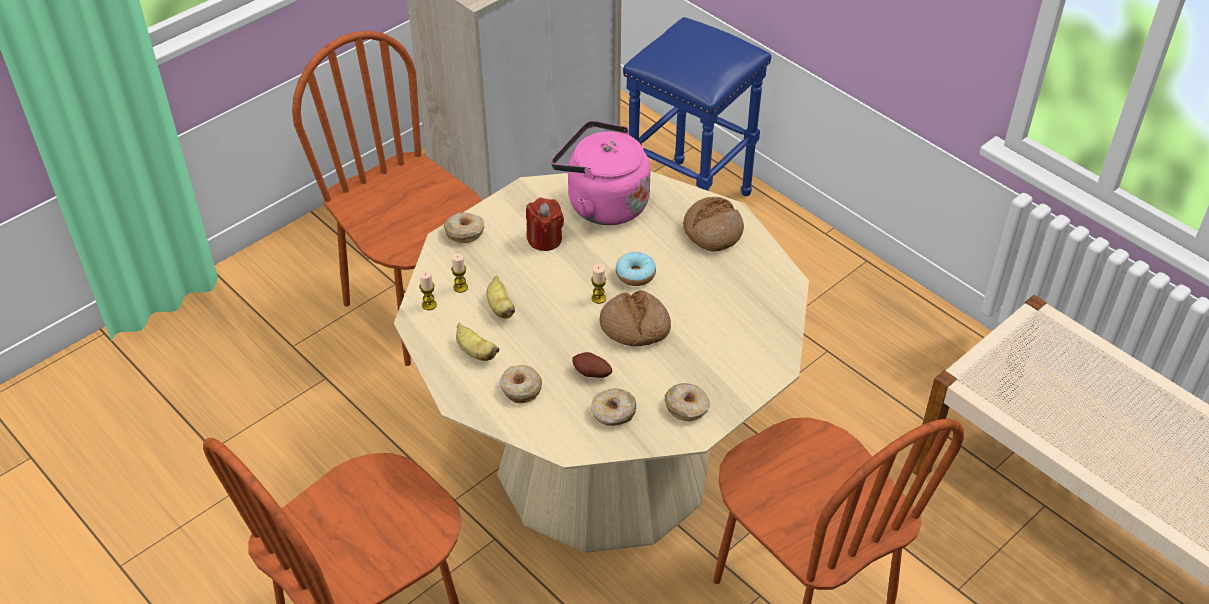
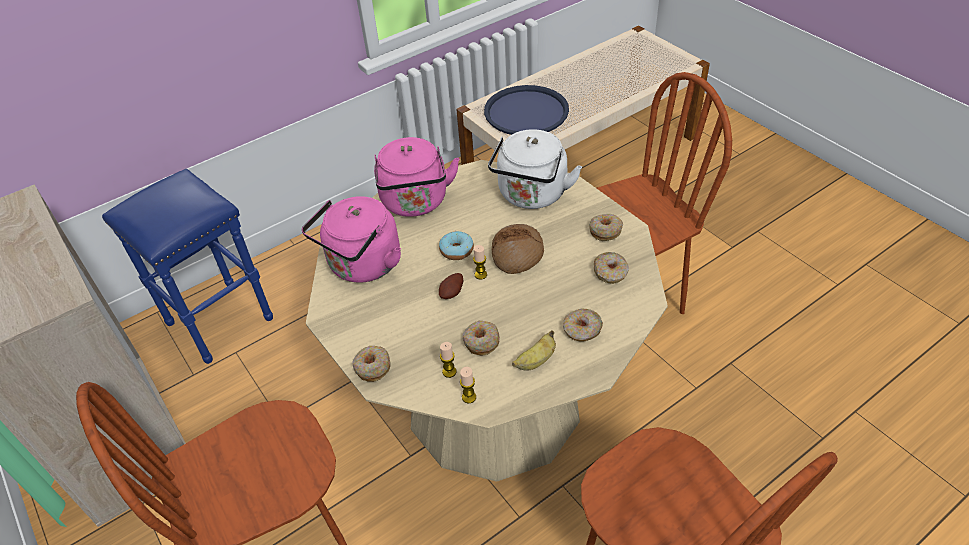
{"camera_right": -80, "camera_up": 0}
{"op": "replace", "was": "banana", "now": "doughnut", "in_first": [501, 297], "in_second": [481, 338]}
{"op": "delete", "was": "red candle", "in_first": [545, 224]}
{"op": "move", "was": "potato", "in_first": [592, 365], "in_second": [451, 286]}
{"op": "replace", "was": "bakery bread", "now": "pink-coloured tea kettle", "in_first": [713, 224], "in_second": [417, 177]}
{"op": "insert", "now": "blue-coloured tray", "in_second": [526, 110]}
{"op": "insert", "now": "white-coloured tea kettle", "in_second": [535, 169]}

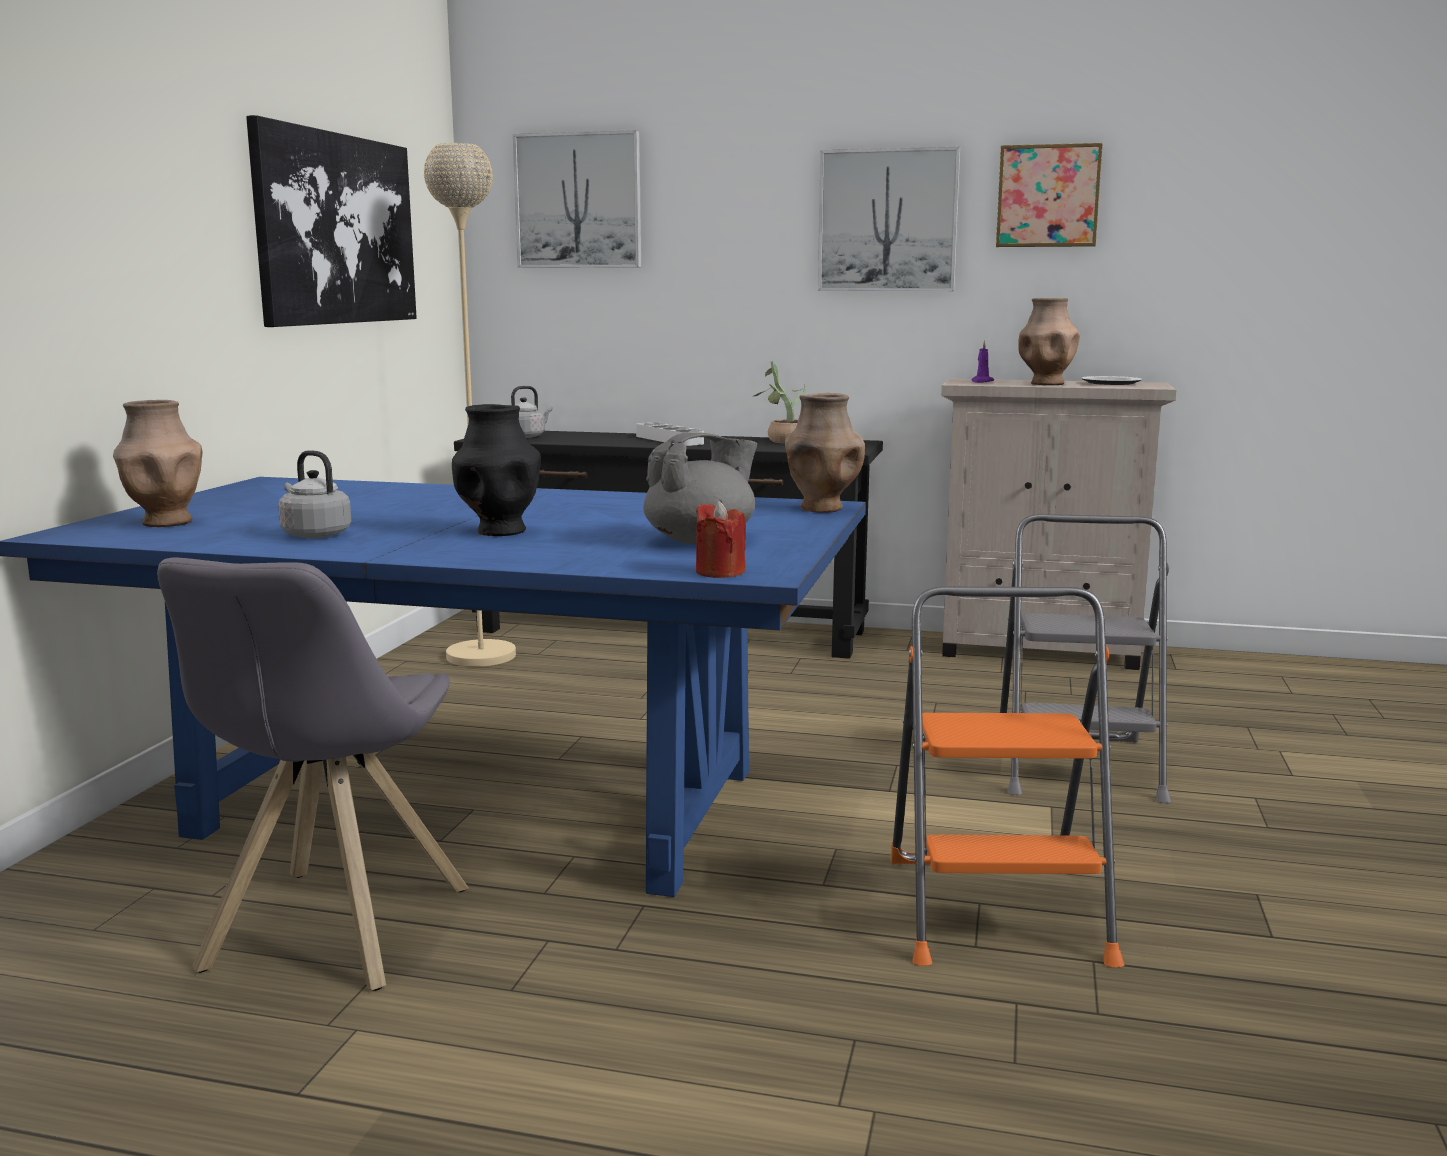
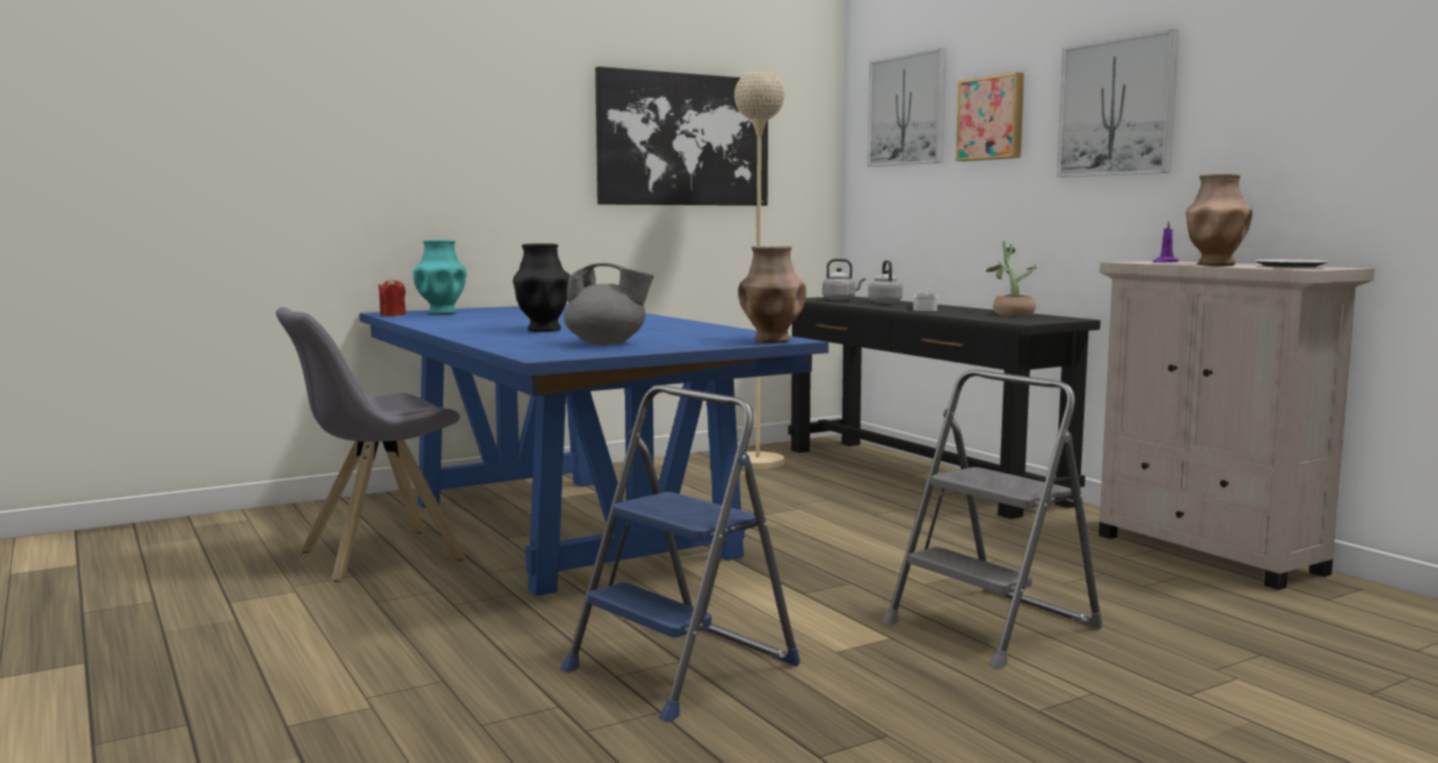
{"camera_right": 45, "camera_up": -5}
{"op": "recolor", "was": "brown flower vase", "now": "blue-green flower vase", "in_first": [158, 463], "in_second": [440, 277]}
{"op": "move", "was": "grey tea kettle", "in_first": [314, 494], "in_second": [885, 282]}
{"op": "move", "was": "red candle", "in_first": [721, 539], "in_second": [392, 297]}
{"op": "recolor", "was": "orange step ladder", "now": "blue-coloured step ladder", "in_first": [1007, 777], "in_second": [680, 553]}
{"op": "move", "was": "wall picture", "in_first": [1049, 195], "in_second": [990, 116]}

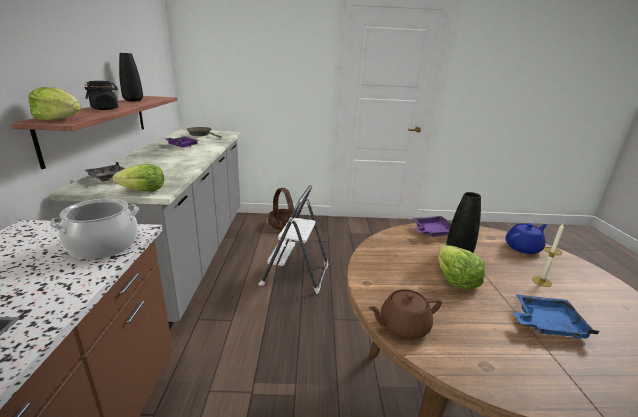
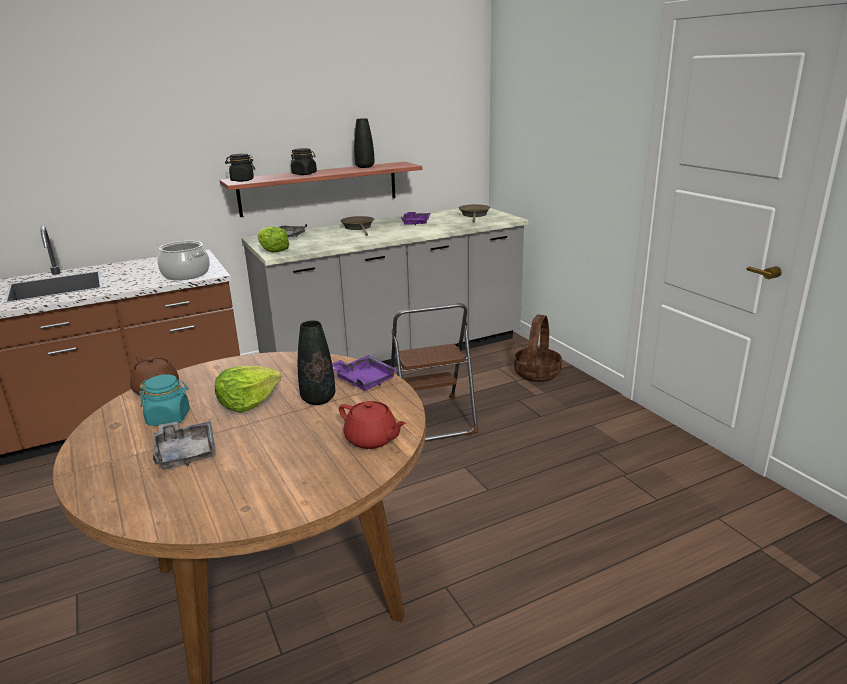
{"camera_right": 65, "camera_up": 0}
{"op": "replace", "was": "lettuce", "now": "black-coloured jar", "in_first": [54, 104], "in_second": [240, 168]}
{"op": "recolor", "was": "white-coloured step ladder", "now": "brown step ladder", "in_first": [293, 239], "in_second": [434, 372]}
{"op": "recolor", "was": "blue-coloured teapot", "now": "red teapot", "in_first": [526, 238], "in_second": [372, 425]}
{"op": "recolor", "was": "blue-coloured tray", "now": "grey tray", "in_first": [556, 316], "in_second": [184, 445]}
{"op": "delete", "was": "candle", "in_first": [548, 255]}
{"op": "insert", "now": "blue-green jar", "in_second": [164, 400]}
{"op": "insert", "now": "brown pan", "in_second": [357, 226]}

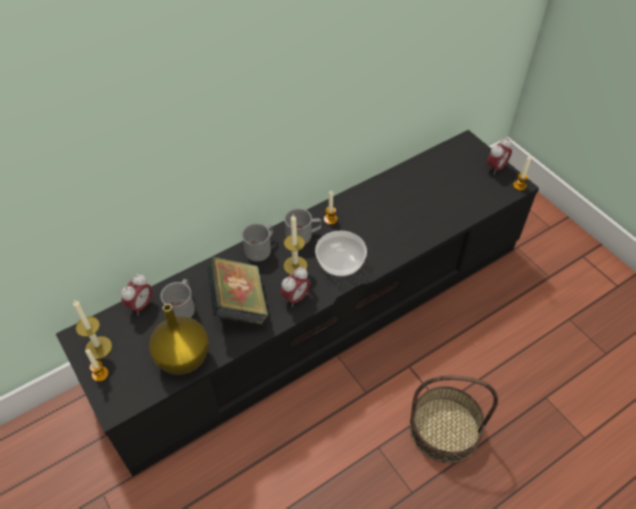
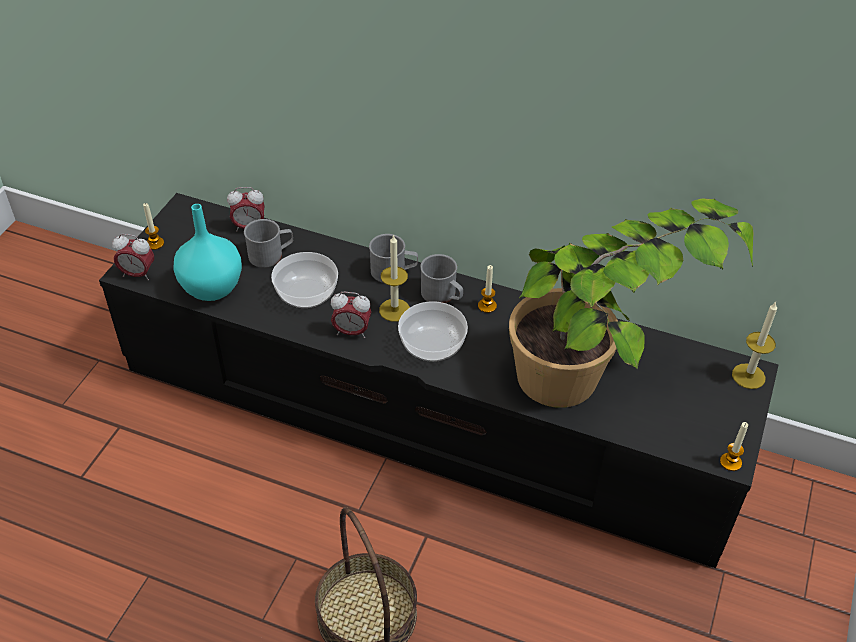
{"camera_right": 55, "camera_up": -5}
{"op": "move", "was": "candle", "in_first": [92, 329], "in_second": [754, 345]}
{"op": "recolor", "was": "yellow-coloured flower vase", "now": "blue-green flower vase", "in_first": [179, 339], "in_second": [208, 252]}
{"op": "replace", "was": "bound book", "now": "bowl", "in_first": [237, 291], "in_second": [304, 280]}
{"op": "move", "was": "bedside clock", "in_first": [499, 156], "in_second": [133, 257]}
{"op": "insert", "now": "houseplant", "in_second": [631, 303]}

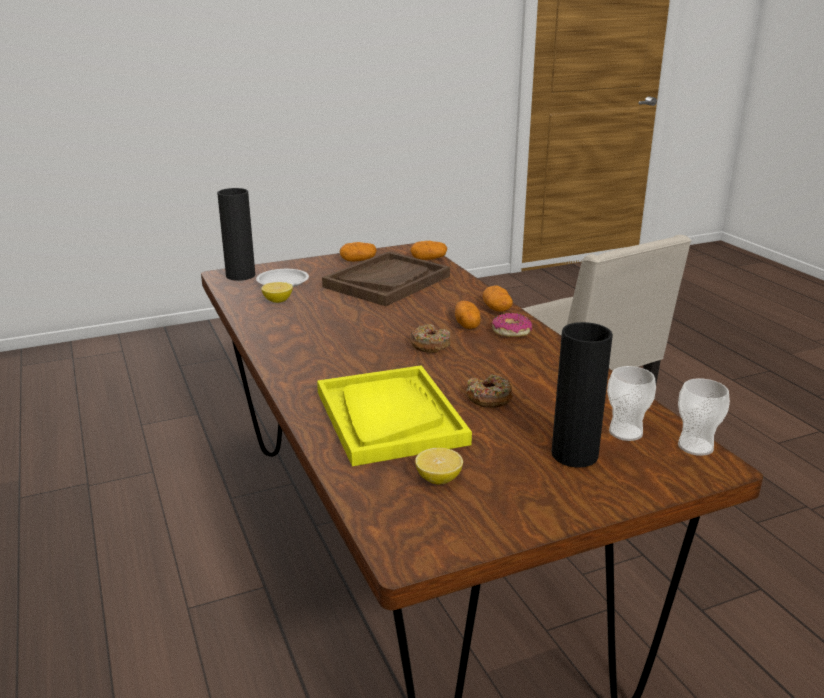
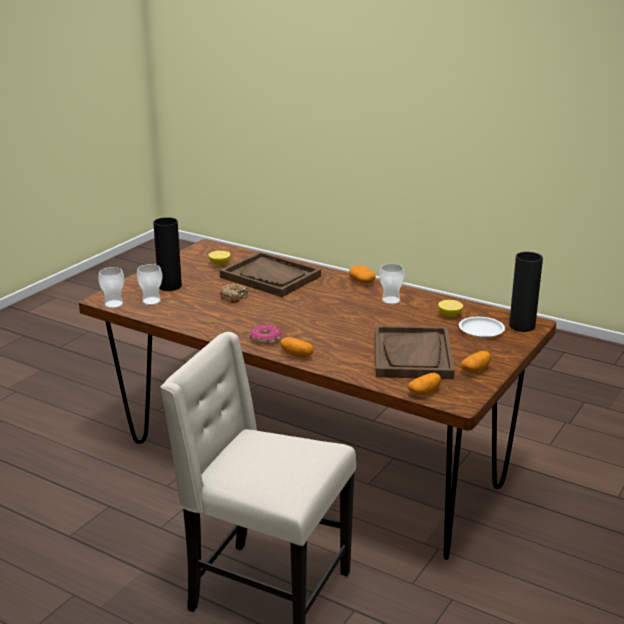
{"camera_right": 145, "camera_up": 0}
{"op": "recolor", "was": "yellow-coloured tray", "now": "brown tray", "in_first": [394, 415], "in_second": [270, 274]}
{"op": "delete", "was": "doughnut", "in_first": [430, 338]}
{"op": "move", "was": "potato", "in_first": [467, 315], "in_second": [362, 274]}
{"op": "insert", "now": "cup", "in_second": [392, 284]}

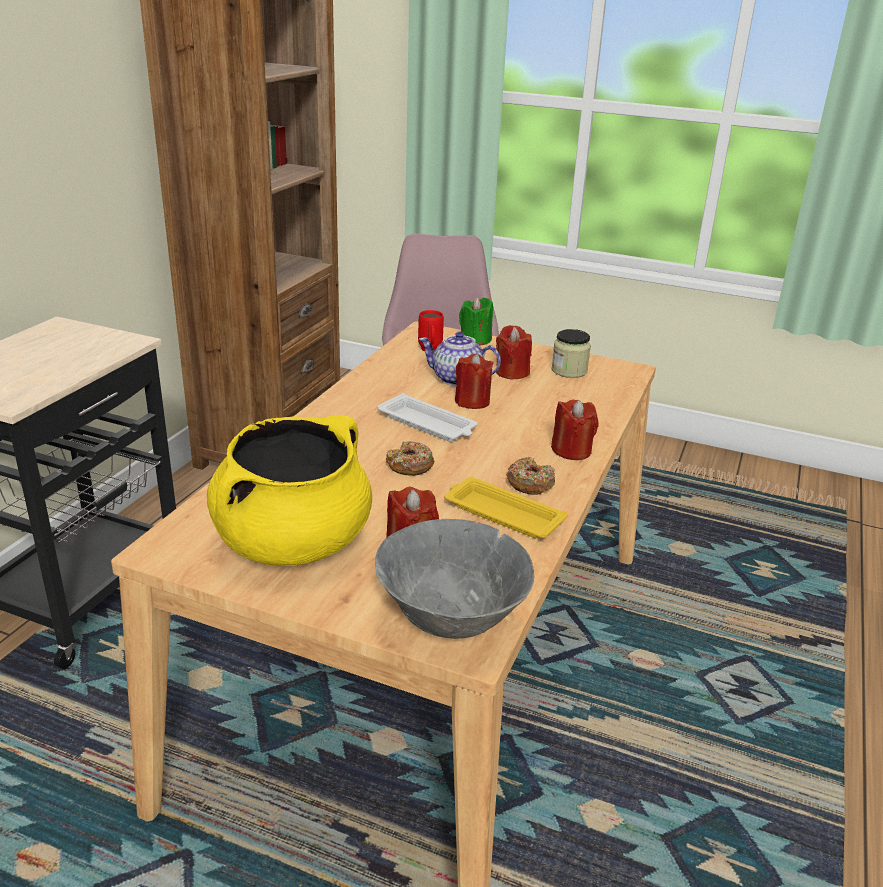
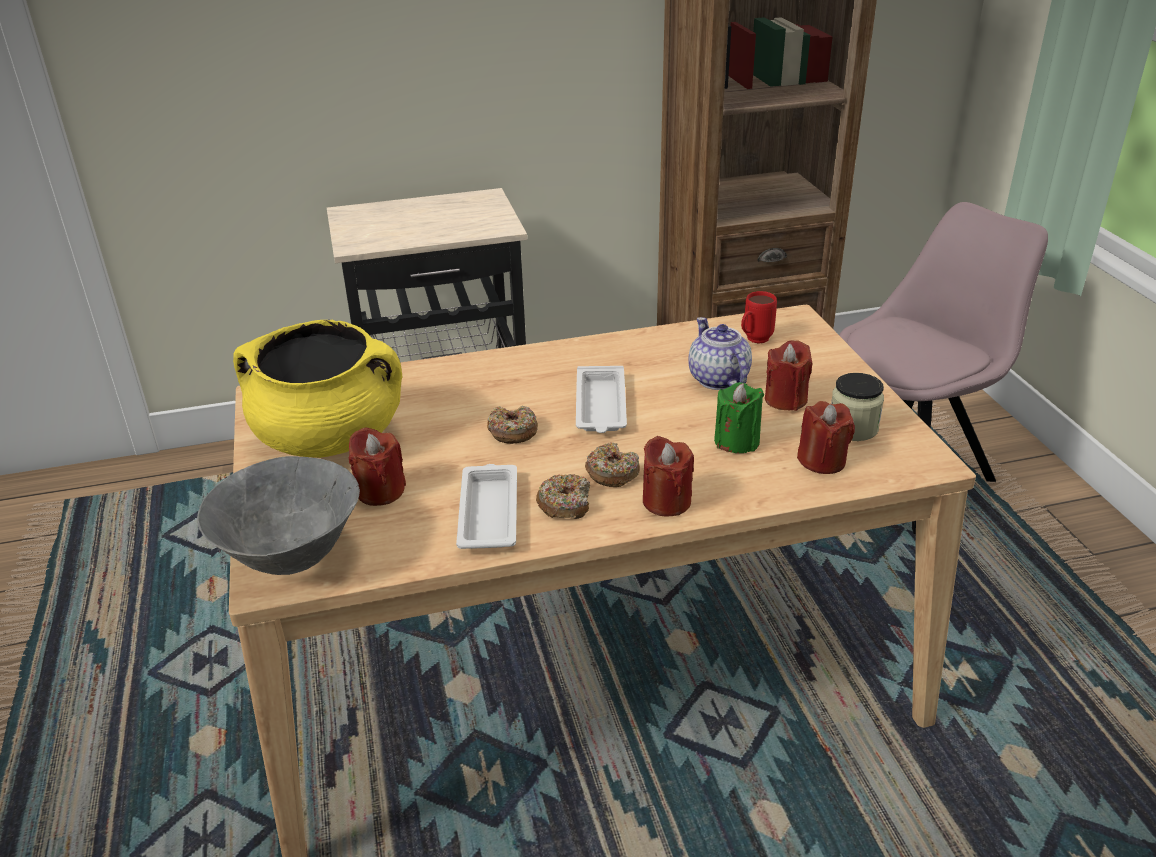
{"camera_right": 55, "camera_up": 5}
{"op": "recolor", "was": "yellow-coloured tray", "now": "white-coloured tray", "in_first": [506, 507], "in_second": [486, 506]}
{"op": "move", "was": "red candle", "in_first": [474, 381], "in_second": [826, 437]}
{"op": "move", "was": "greenish candle", "in_first": [476, 321], "in_second": [739, 417]}
{"op": "insert", "now": "doughnut", "in_second": [612, 464]}

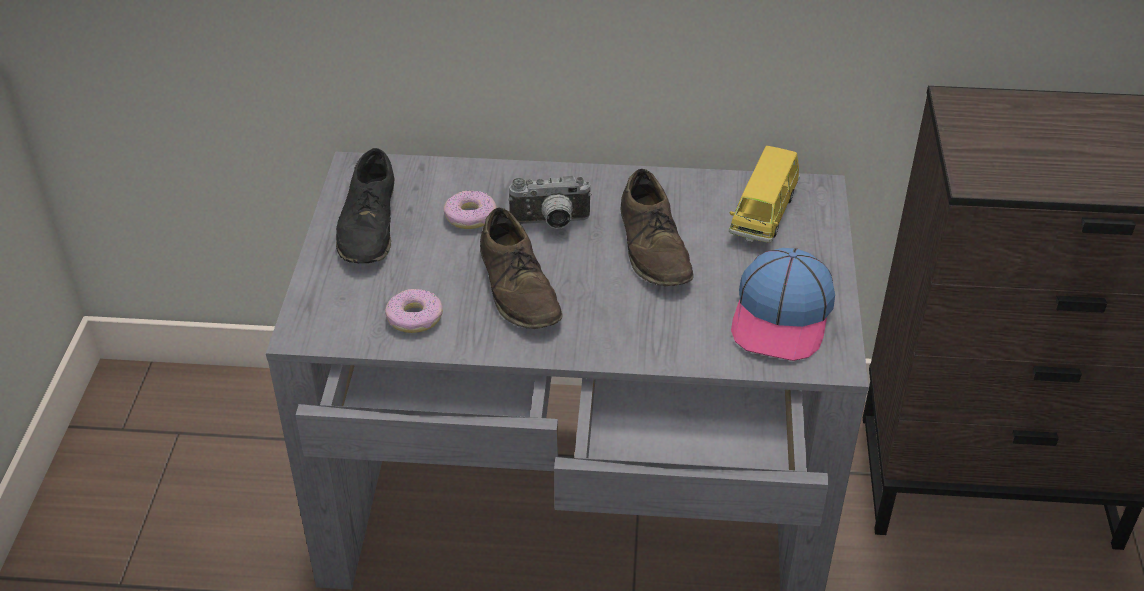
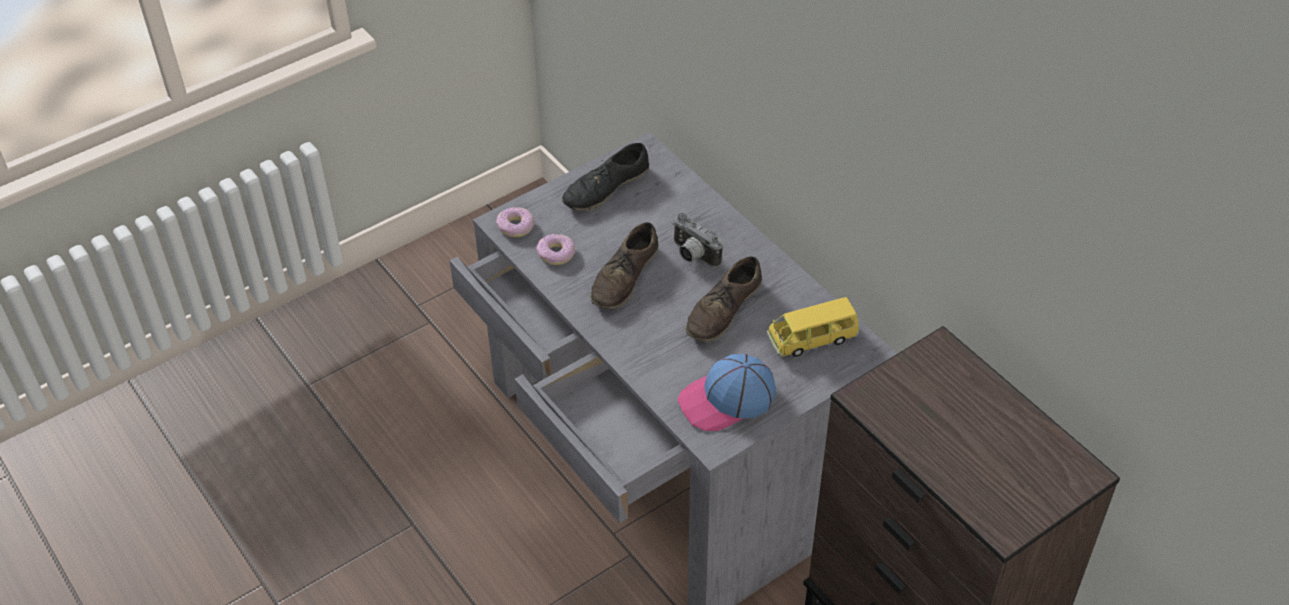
{"camera_right": 50, "camera_up": 5}
{"op": "move", "was": "doughnut", "in_first": [470, 209], "in_second": [515, 222]}

